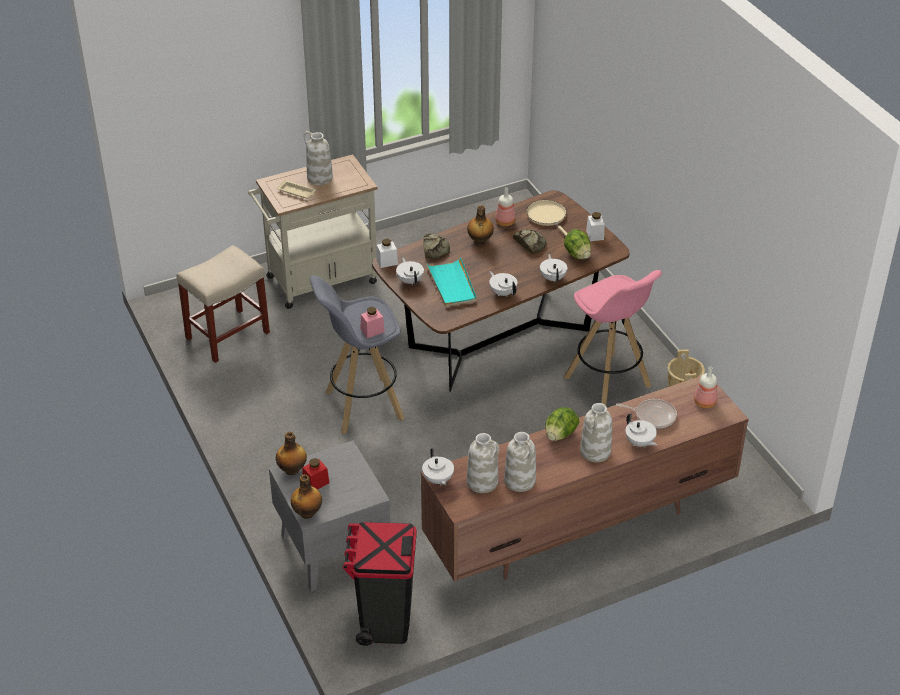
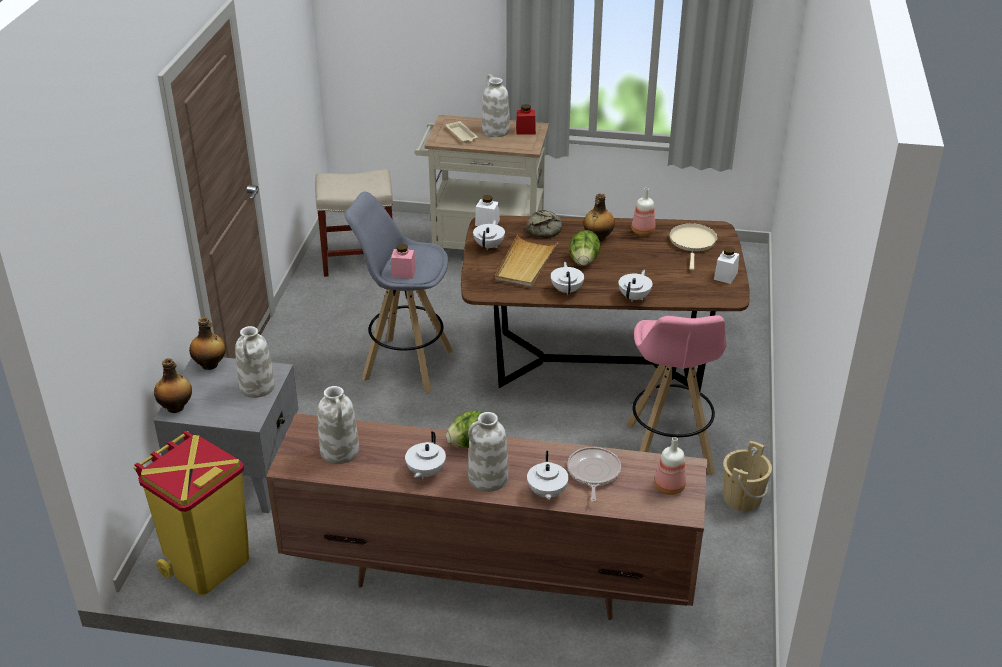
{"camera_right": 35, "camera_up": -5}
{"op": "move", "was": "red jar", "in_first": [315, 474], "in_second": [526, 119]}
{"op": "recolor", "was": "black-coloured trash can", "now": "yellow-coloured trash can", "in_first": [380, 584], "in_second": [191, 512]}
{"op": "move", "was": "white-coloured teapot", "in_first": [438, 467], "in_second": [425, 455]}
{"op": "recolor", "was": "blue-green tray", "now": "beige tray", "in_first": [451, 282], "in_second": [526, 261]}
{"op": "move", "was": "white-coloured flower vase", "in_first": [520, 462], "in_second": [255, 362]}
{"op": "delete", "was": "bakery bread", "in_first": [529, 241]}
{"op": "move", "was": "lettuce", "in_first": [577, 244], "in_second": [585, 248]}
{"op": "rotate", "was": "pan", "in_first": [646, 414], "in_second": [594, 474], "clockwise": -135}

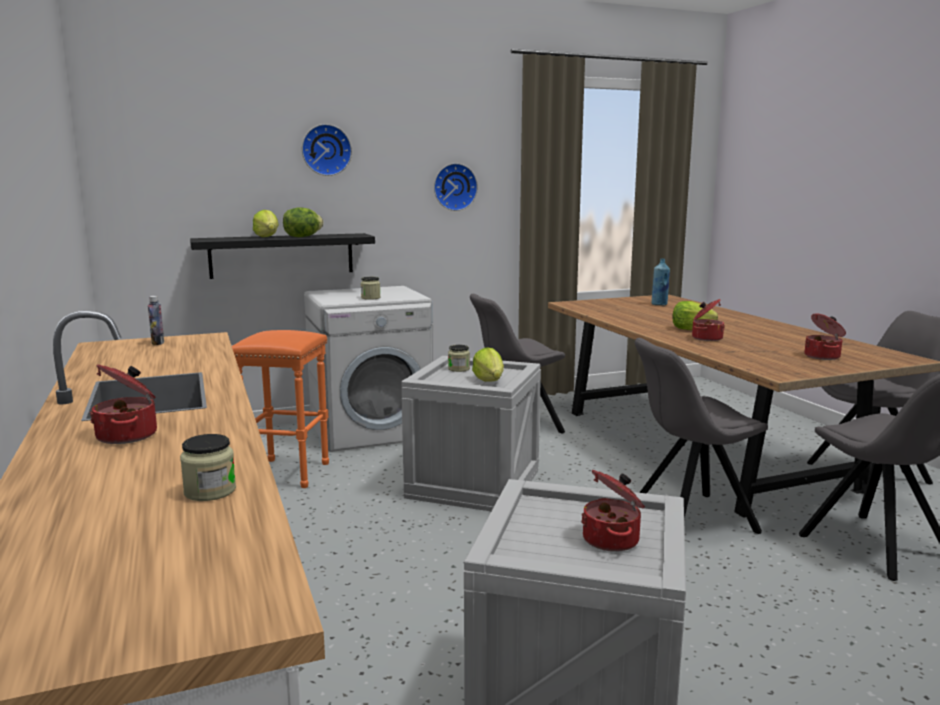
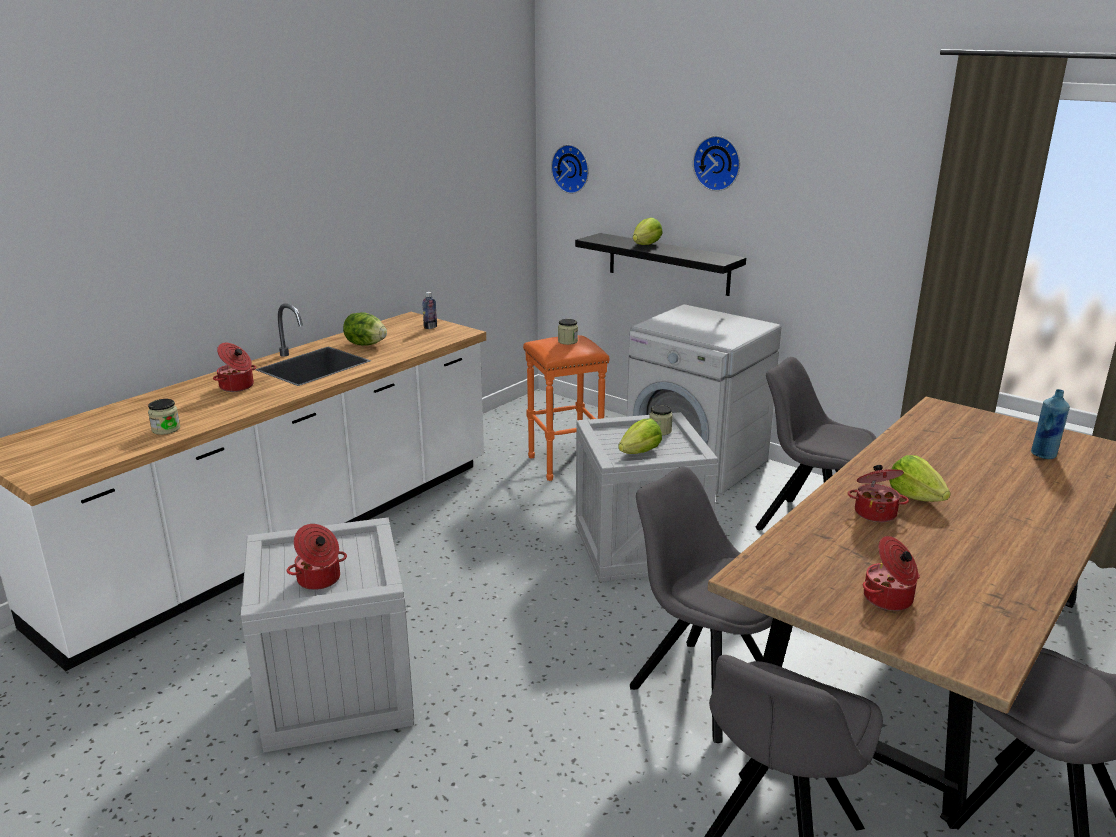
{"camera_right": 60, "camera_up": 10}
{"op": "move", "was": "lettuce", "in_first": [303, 222], "in_second": [365, 329]}
{"op": "move", "was": "jar", "in_first": [371, 288], "in_second": [568, 332]}
{"op": "move", "was": "clock on the wall", "in_first": [456, 187], "in_second": [570, 169]}

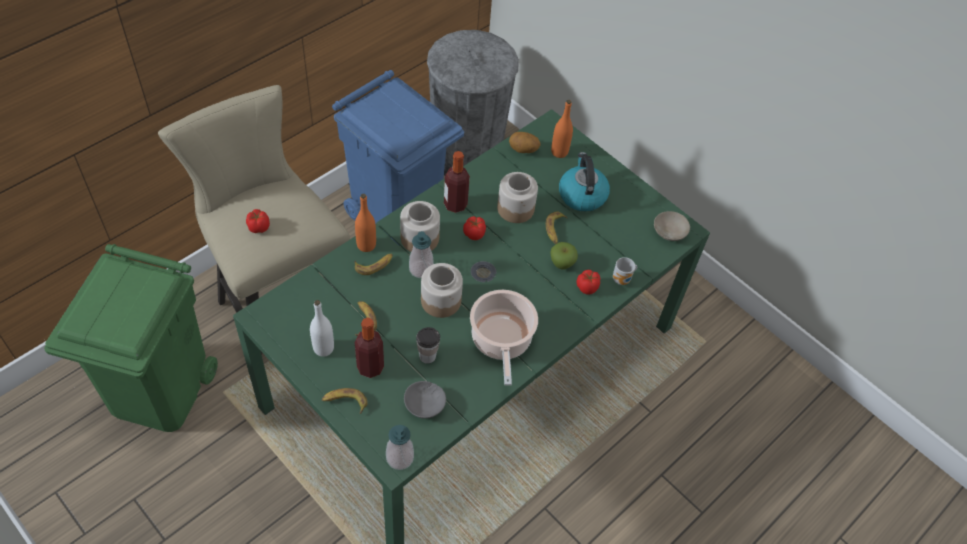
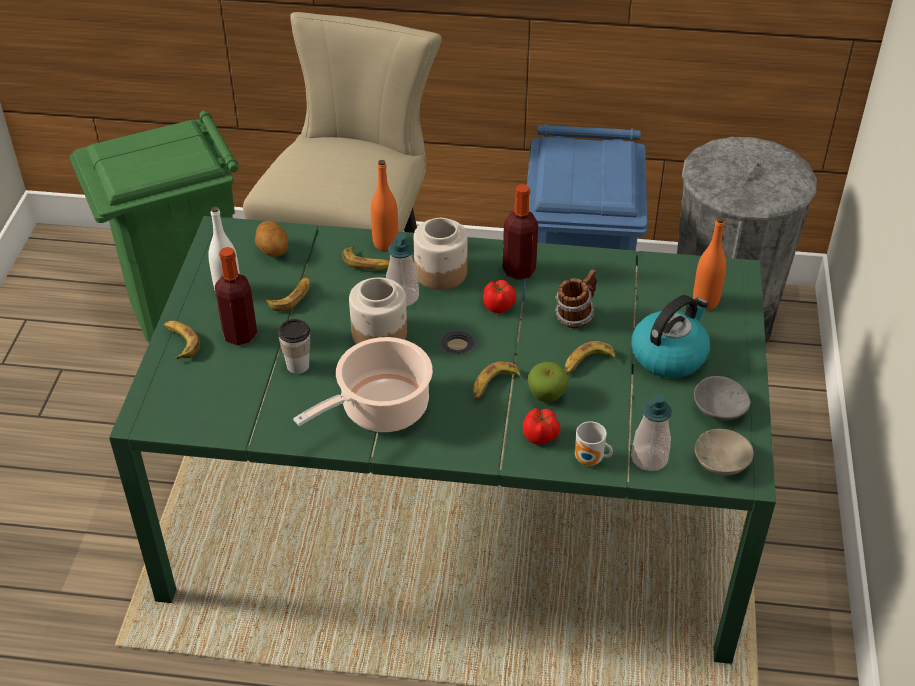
{"camera_right": 55, "camera_up": -10}
{"op": "delete", "was": "whole tomato", "in_first": [258, 221]}
{"op": "move", "was": "soap dispenser", "in_first": [400, 447], "in_second": [651, 432]}
{"op": "move", "was": "grey bowl", "in_first": [425, 399], "in_second": [722, 398]}
{"op": "replace", "was": "jar", "now": "tea mug", "in_first": [517, 197], "in_second": [576, 298]}
{"op": "move", "was": "potato", "in_first": [525, 142], "in_second": [271, 239]}
{"op": "insert", "now": "banana", "in_second": [497, 380]}

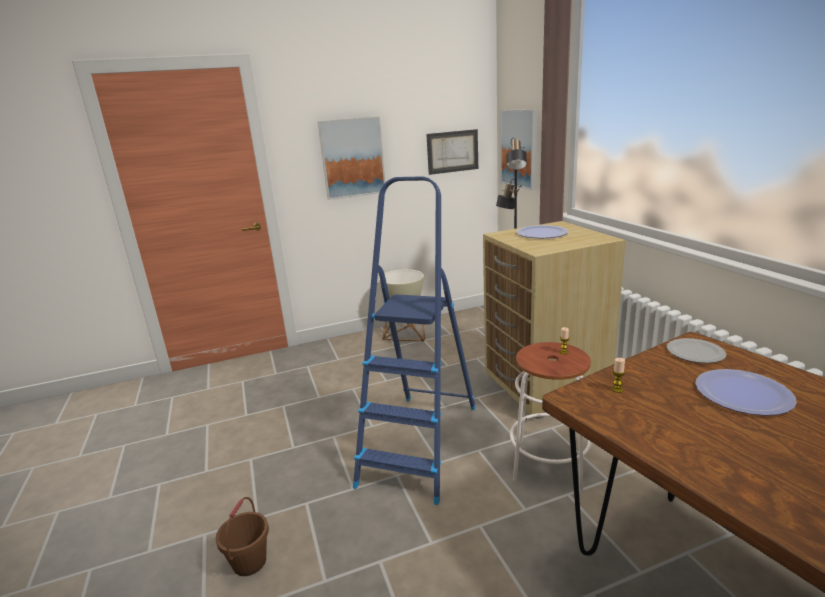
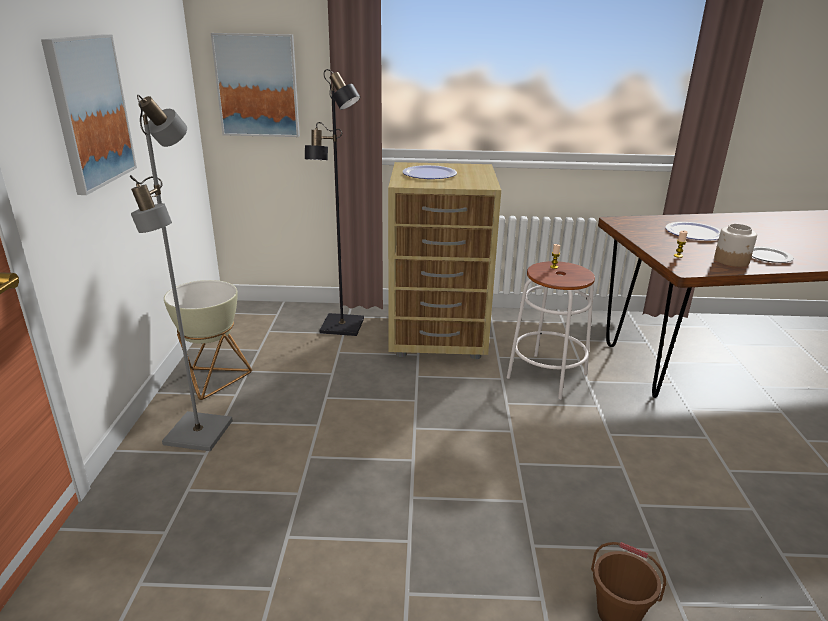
{"camera_right": -70, "camera_up": 5}
{"op": "delete", "was": "blue-coloured step ladder", "in_first": [414, 340]}
{"op": "delete", "was": "wall picture", "in_first": [452, 152]}
{"op": "move", "was": "flat dish", "in_first": [696, 350], "in_second": [773, 254]}
{"op": "insert", "now": "grey standard lamp", "in_second": [181, 273]}
{"op": "insert", "now": "jar", "in_second": [735, 245]}

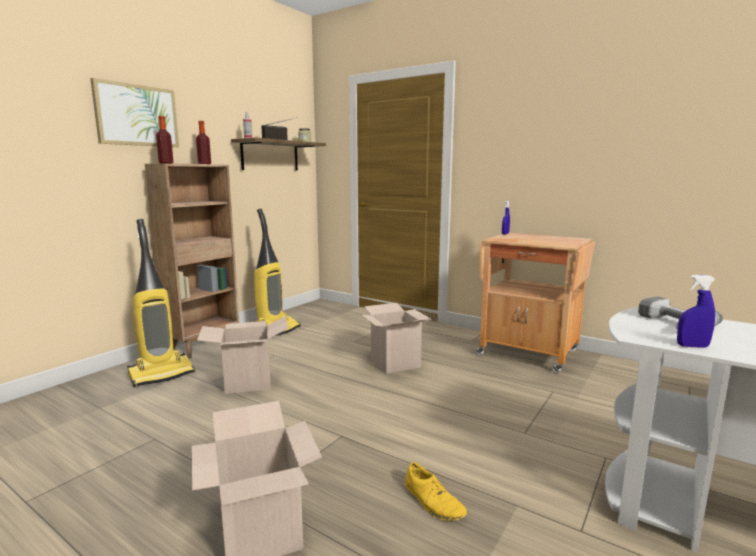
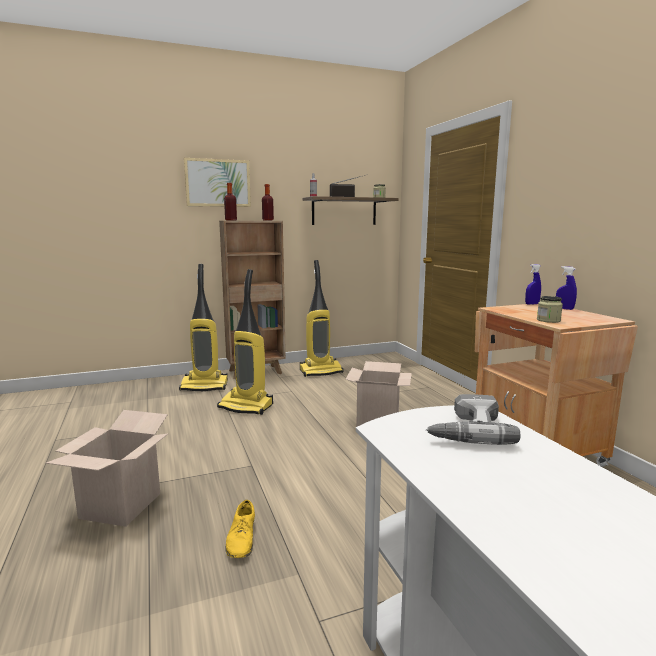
{"camera_right": 35, "camera_up": 0}
{"op": "replace", "was": "packing box", "now": "vacuum", "in_first": [242, 355], "in_second": [245, 342]}
{"op": "move", "was": "blue-coloured hand sprayer", "in_first": [696, 311], "in_second": [566, 288]}
{"op": "insert", "now": "jar", "in_second": [550, 309]}

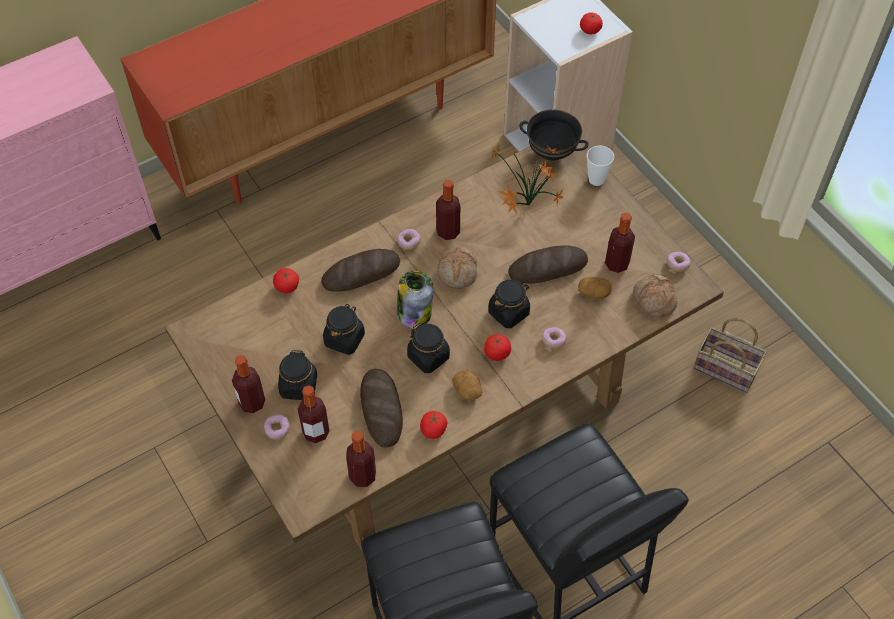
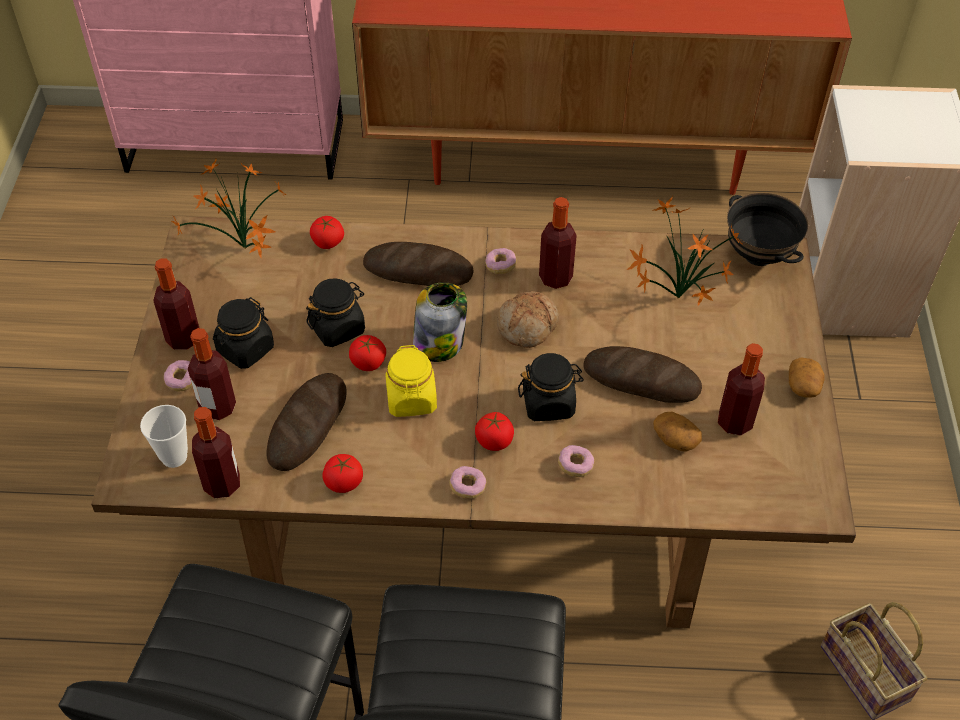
{"camera_right": 35, "camera_up": -5}
{"op": "recolor", "was": "black-coloured jar", "now": "yellow-coloured jar", "in_first": [428, 348], "in_second": [411, 381]}
{"op": "move", "was": "potato", "in_first": [467, 386], "in_second": [807, 377]}
{"op": "move", "was": "whole tomato", "in_first": [591, 23], "in_second": [367, 353]}
{"op": "move", "was": "cup", "in_first": [600, 165], "in_second": [164, 436]}
{"op": "delete", "was": "bakery bread", "in_first": [655, 296]}
{"op": "move", "was": "doughnut", "in_first": [679, 262], "in_second": [467, 482]}
{"op": "insert", "now": "houseplant", "in_second": [229, 208]}

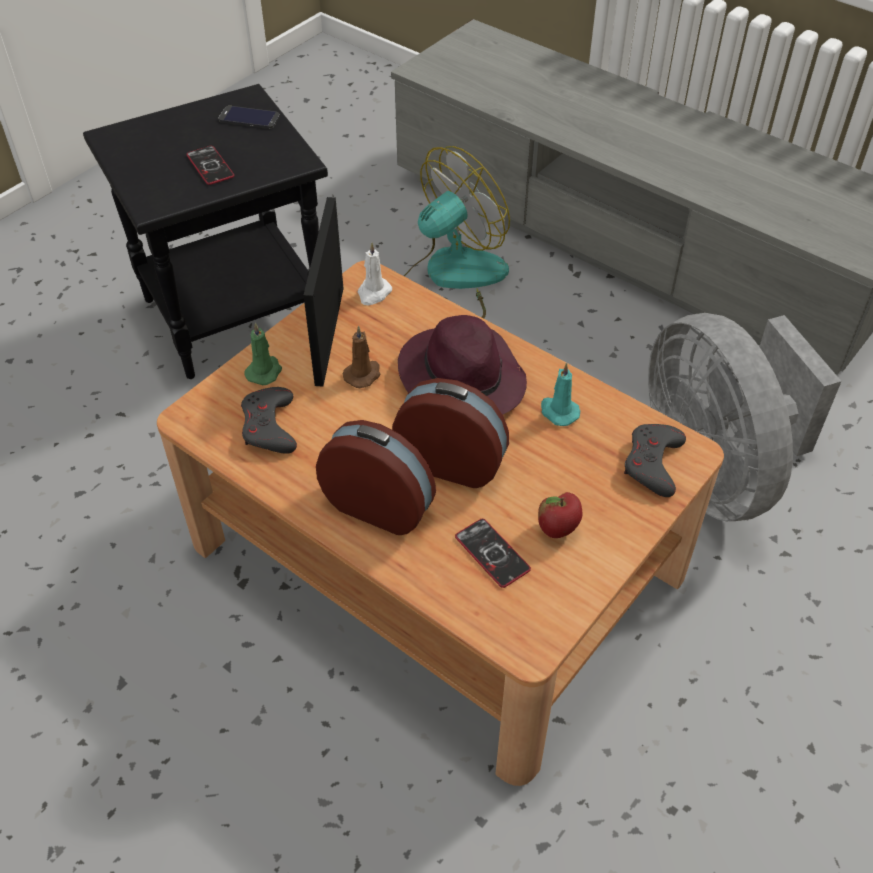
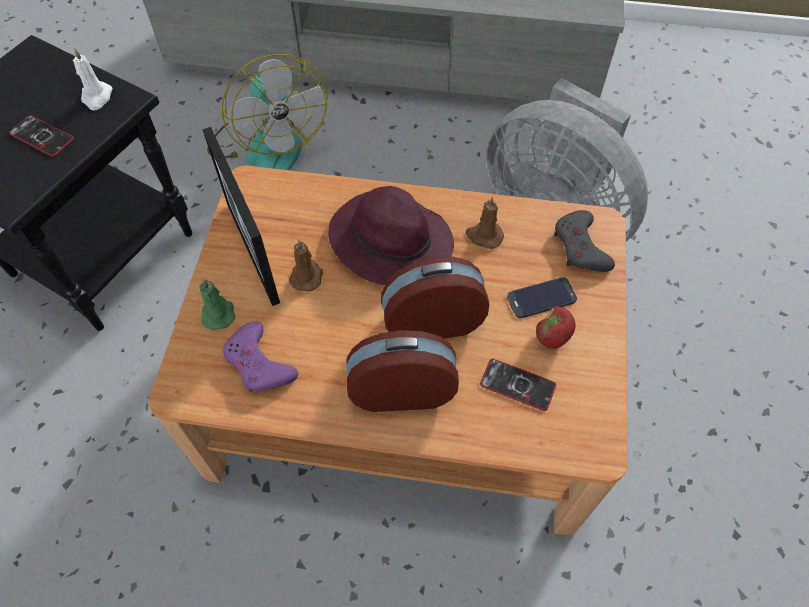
{"camera_right": -30, "camera_up": 10}
{"op": "move", "was": "phone", "in_first": [249, 117], "in_second": [542, 297]}
{"op": "recolor", "was": "grey joypad", "now": "purple joypad", "in_first": [269, 420], "in_second": [260, 357]}
{"op": "move", "was": "white-coloured candle", "in_first": [374, 273], "in_second": [93, 79]}
{"op": "rotate", "was": "cooling fan", "in_first": [457, 232], "in_second": [267, 112], "clockwise": 135}
{"op": "recolor", "was": "blue-green candle", "now": "brown candle", "in_first": [560, 394], "in_second": [485, 223]}

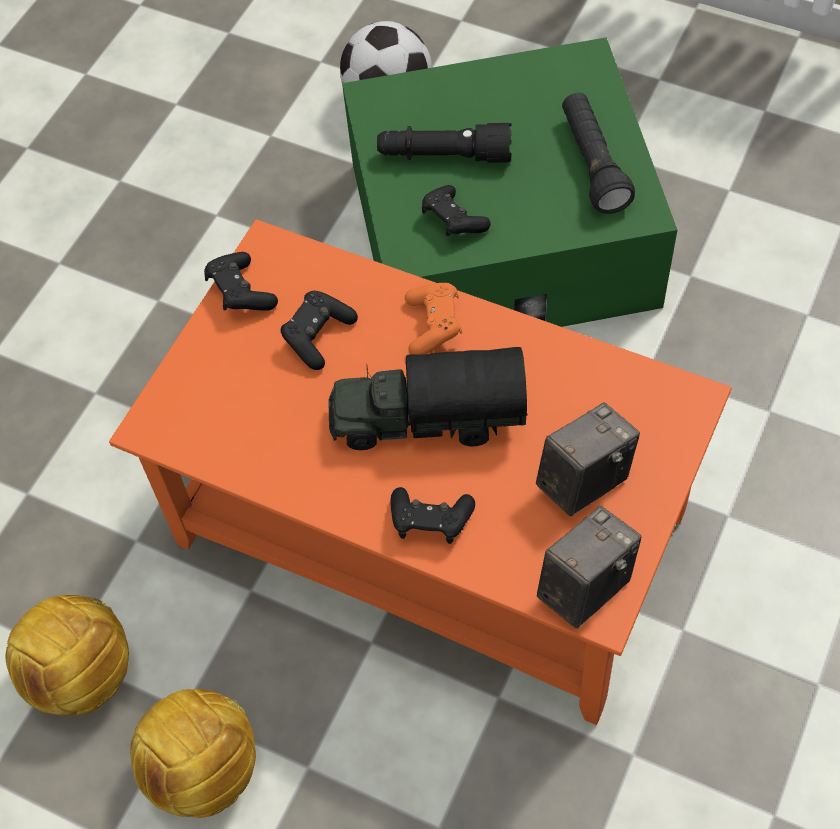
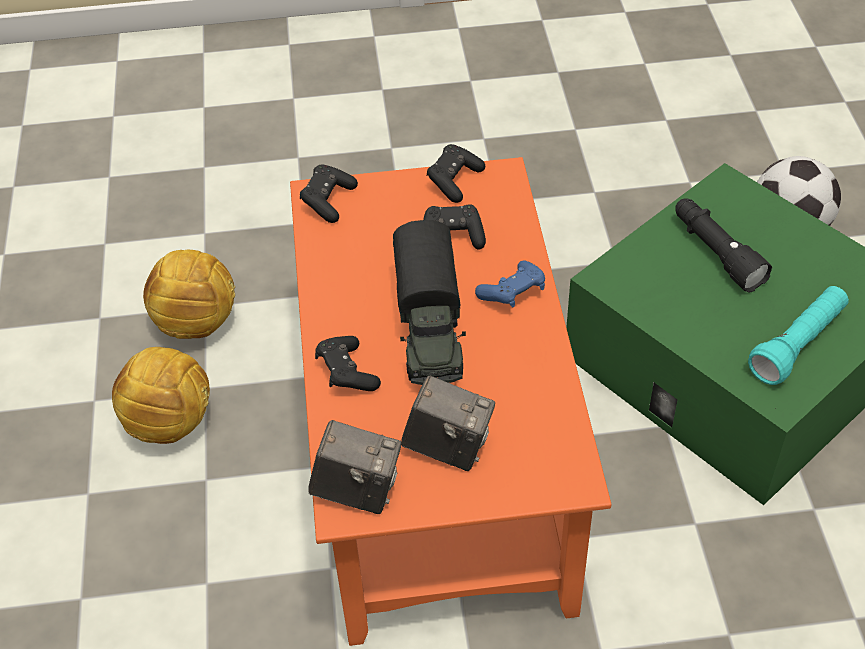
{"camera_right": 55, "camera_up": -10}
{"op": "rotate", "was": "toy lorry", "in_first": [428, 398], "in_second": [429, 302], "clockwise": -150}
{"op": "recolor", "was": "orange joypad", "now": "blue-coloured joypad", "in_first": [434, 318], "in_second": [510, 284]}
{"op": "move", "was": "black-coloured joypad", "in_first": [456, 210], "in_second": [329, 194]}
{"op": "recolor", "was": "black-coloured torch", "now": "blue-green torch", "in_first": [598, 153], "in_second": [798, 335]}

